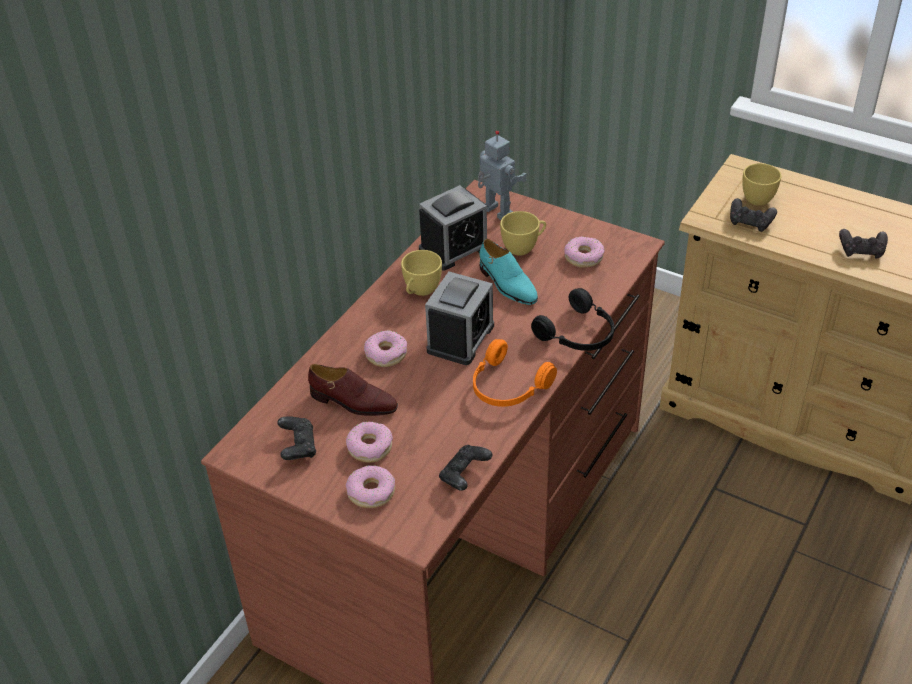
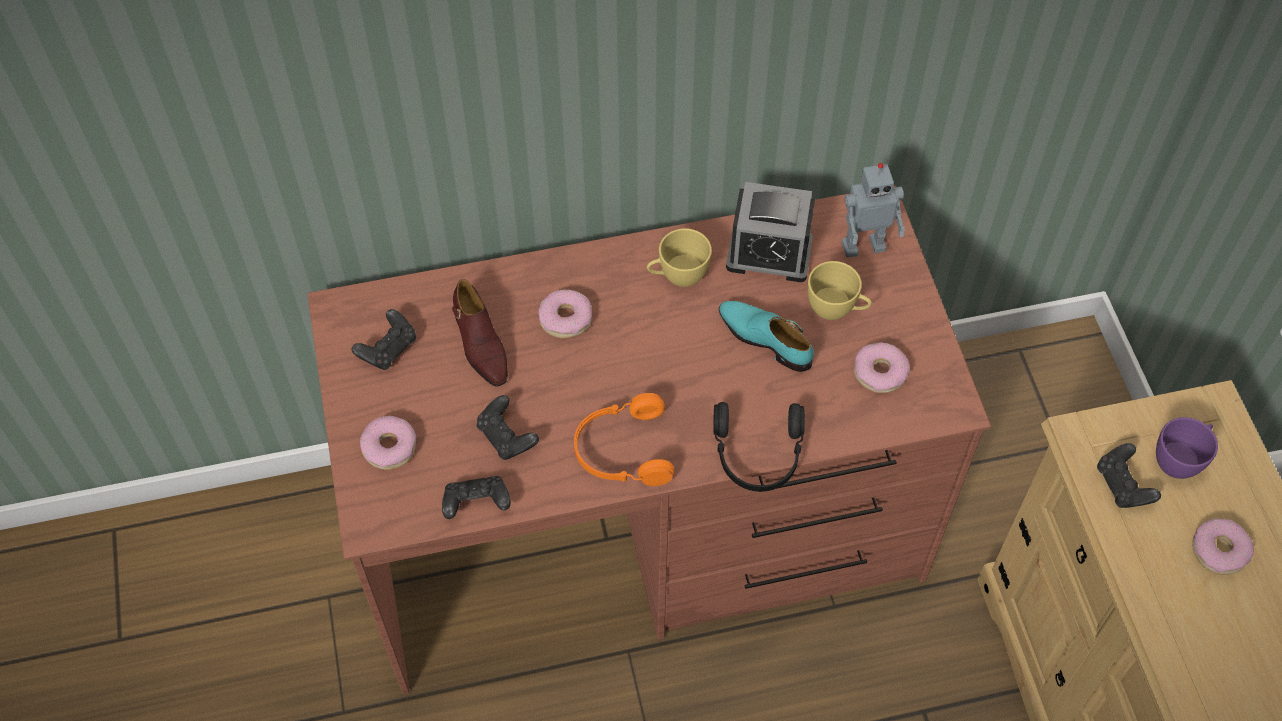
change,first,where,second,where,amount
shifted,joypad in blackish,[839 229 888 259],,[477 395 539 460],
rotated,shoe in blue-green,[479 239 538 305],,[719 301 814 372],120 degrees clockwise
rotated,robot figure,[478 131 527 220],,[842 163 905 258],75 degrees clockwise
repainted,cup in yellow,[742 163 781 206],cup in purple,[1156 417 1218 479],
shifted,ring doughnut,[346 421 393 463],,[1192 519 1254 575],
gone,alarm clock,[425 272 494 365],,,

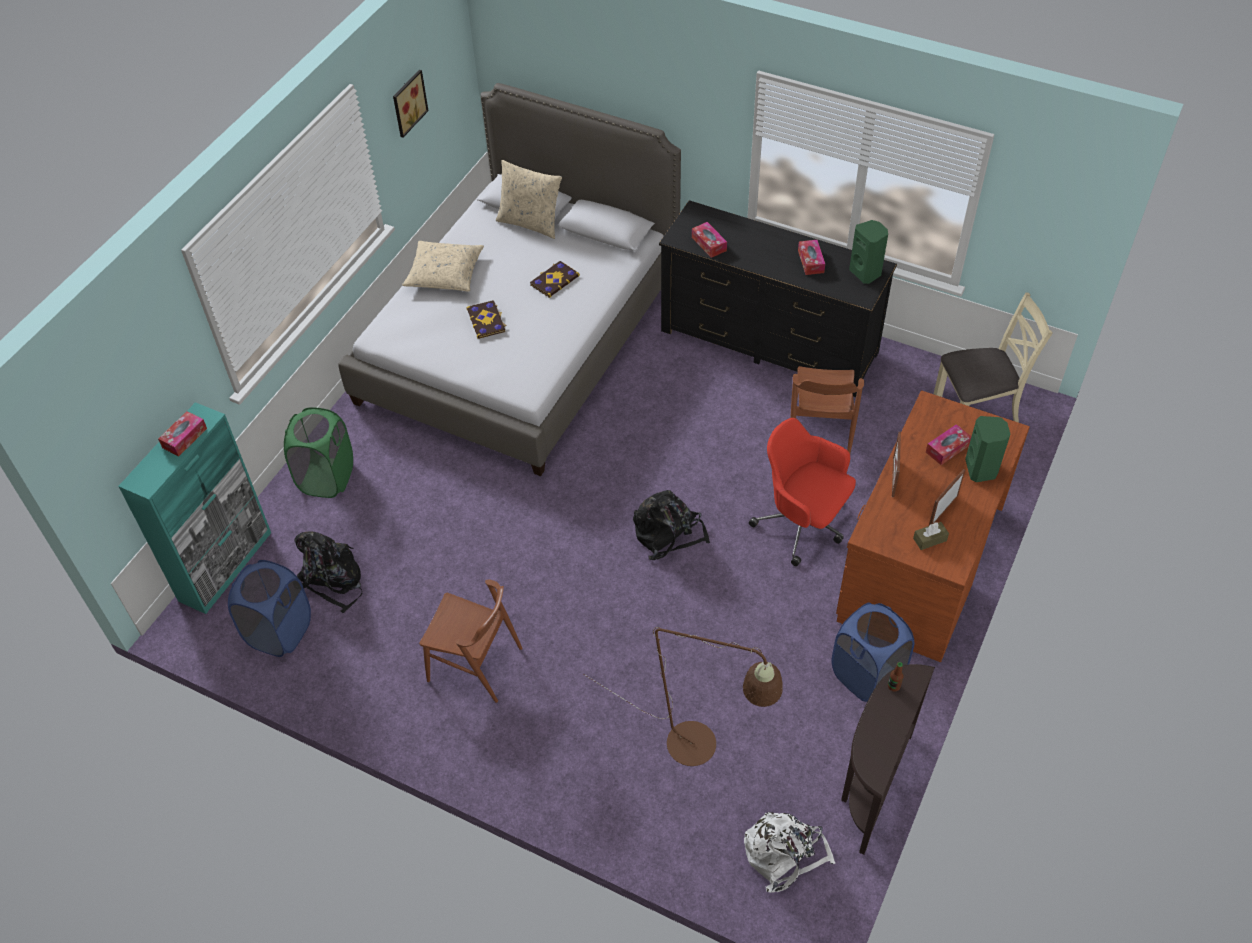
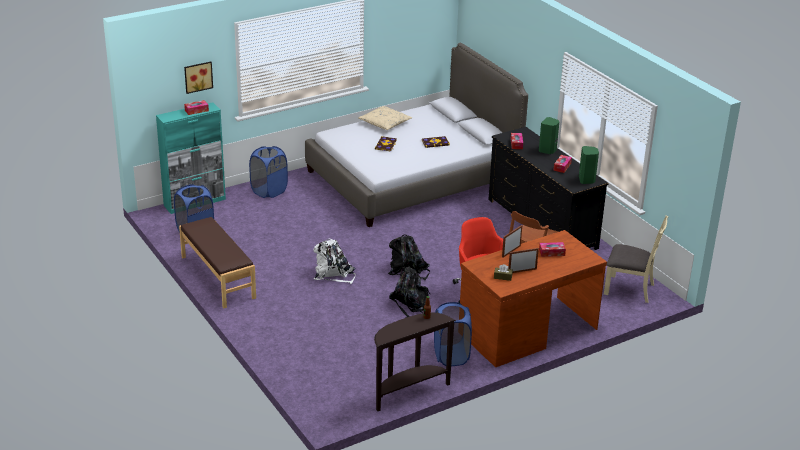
change,first,where,second,where,amount
new,,,bench in brownish,[179 217 256 308],
shifted,wall art,[393 70 429 138],,[184 61 213 94],
repainted,hamper in green-coloured,[284 407 353 498],hamper in blue-coloured,[249 146 288 198],
shifted,knapsack in white,[744 812 835 893],,[313 239 356 284],
shifted,knapsack in blackish,[295 531 362 613],,[389 266 430 318],
shifted,audio speaker in green-coloured,[965 416 1010 482],,[539 117 559 154],
gone,chair in brownish,[419 579 522 703],,,
gone,throw pillow in beige,[496 160 562 239],,,
gone,standard lamp in brownish,[583 627 783 766],,,

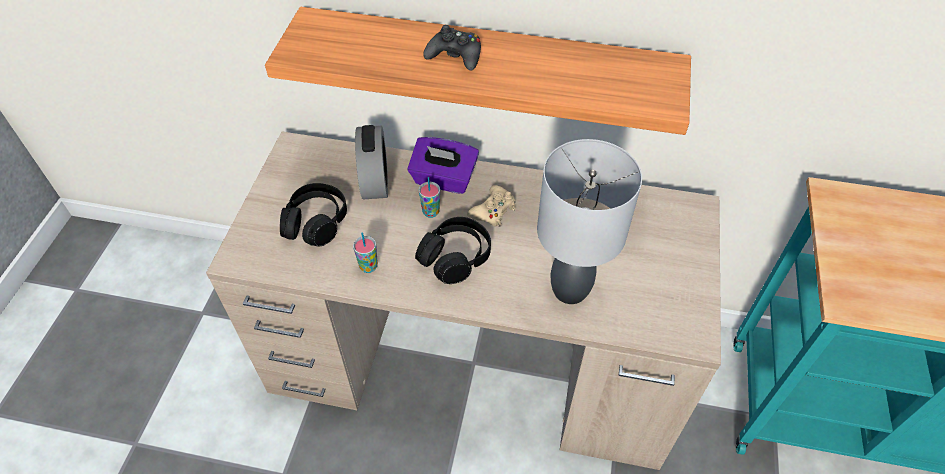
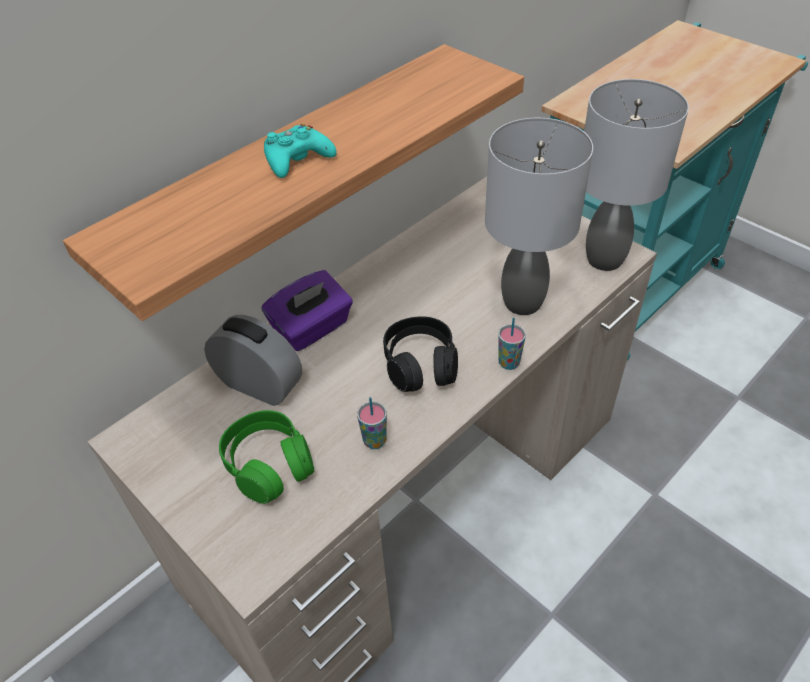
change,first,where,second,where,amount
repainted,pair of headphones in blackish,[280 183 347 246],pair of headphones in green-coloured,[219 410 314 504],
repainted,joypad in blackish,[423 25 481 71],joypad in blue-green,[264 124 337 178],
shifted,cup,[419 177 440 218],,[498 318 526 370],
new,,,tabletop lamp in grey,[584 79 689 271],
gone,joypad in beige,[467 185 516 227],,,

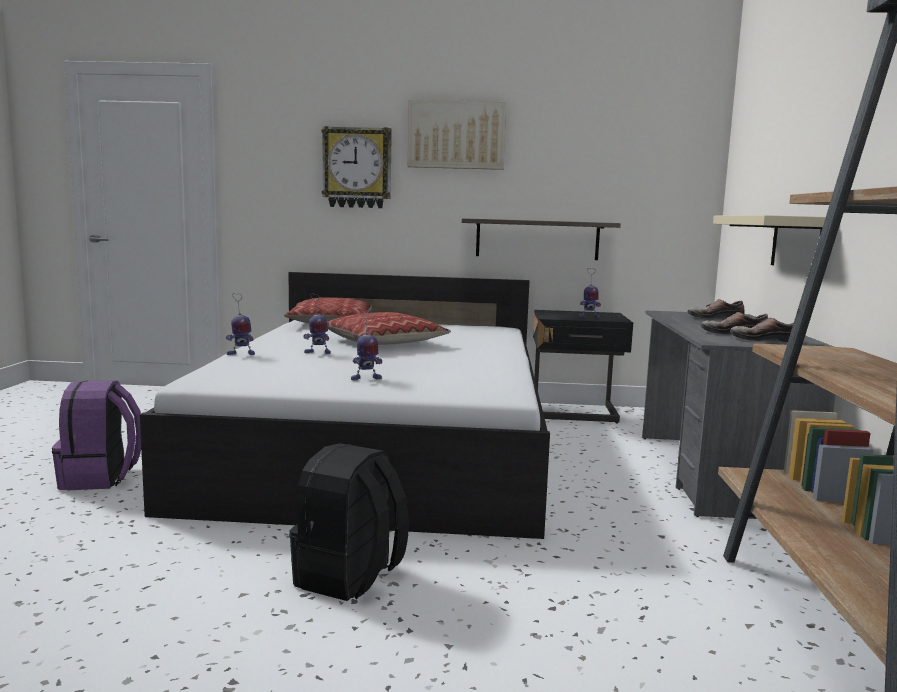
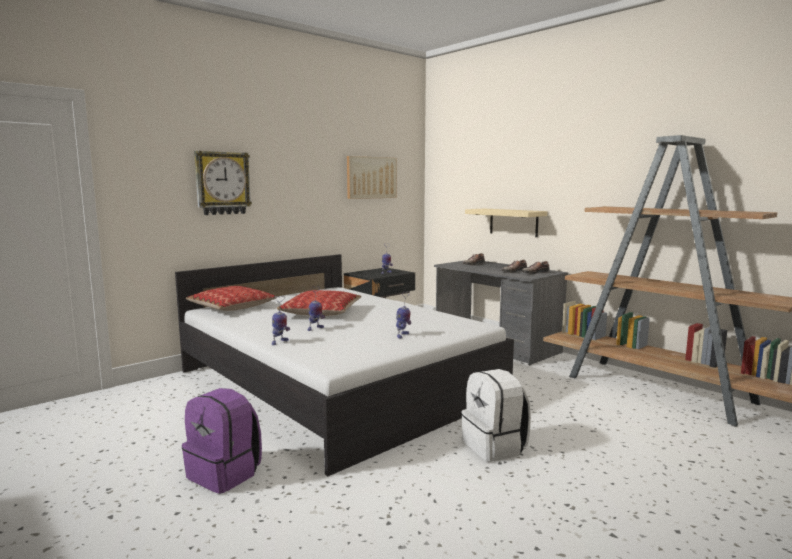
change,first,where,second,where,amount
shifted,wall art,[408 100 506 170],,[347 156 397 199],
repainted,knapsack in blackish,[289 443 409 601],knapsack in white,[461 369 531 462],
gone,bracket shelf,[462 218 621 260],,,

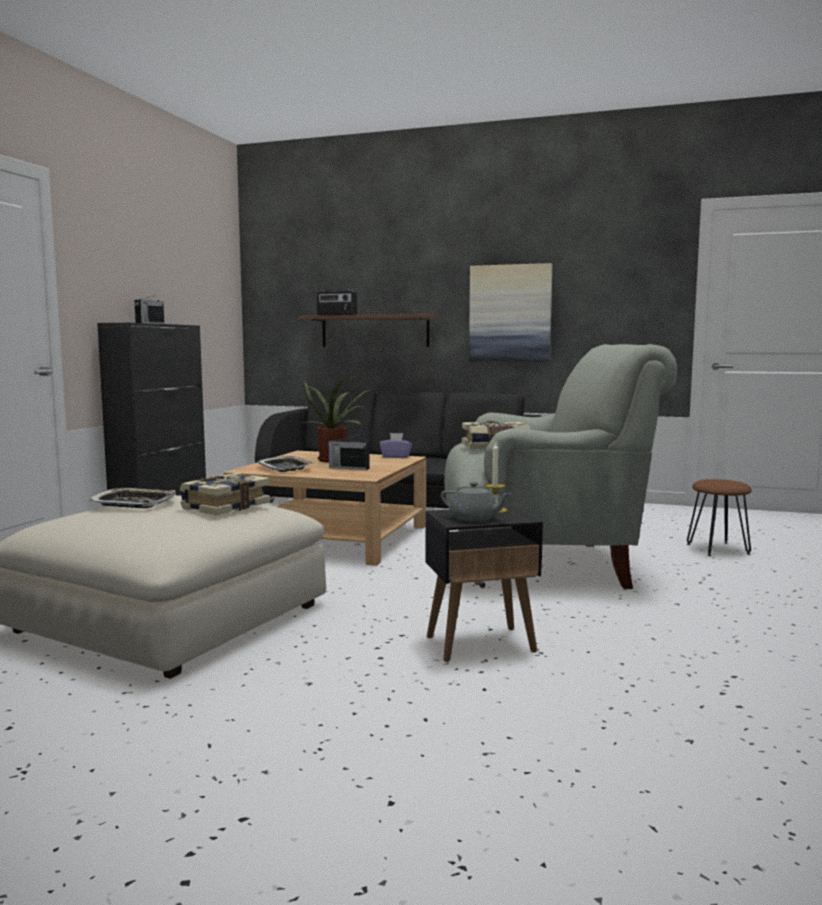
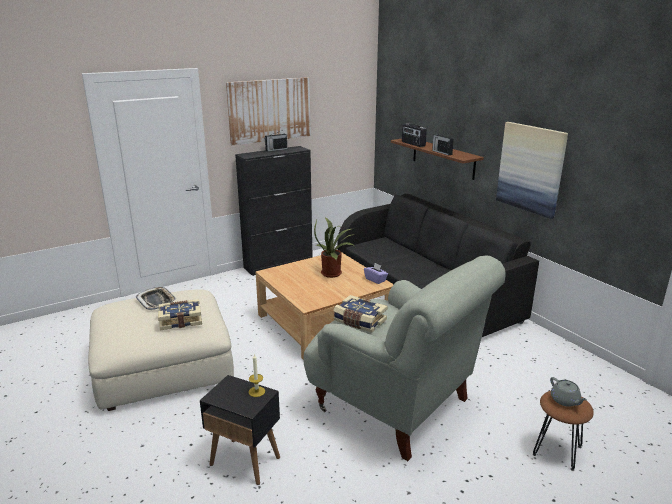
change,first,where,second,where,amount
new,,,wall art,[226 77 311 145],
shifted,radio,[328 434 370 470],,[432 133 454 155],
shifted,tea pot in grey,[441 482 512 522],,[550 377 587 407],
gone,tray,[258 456 314 472],,,

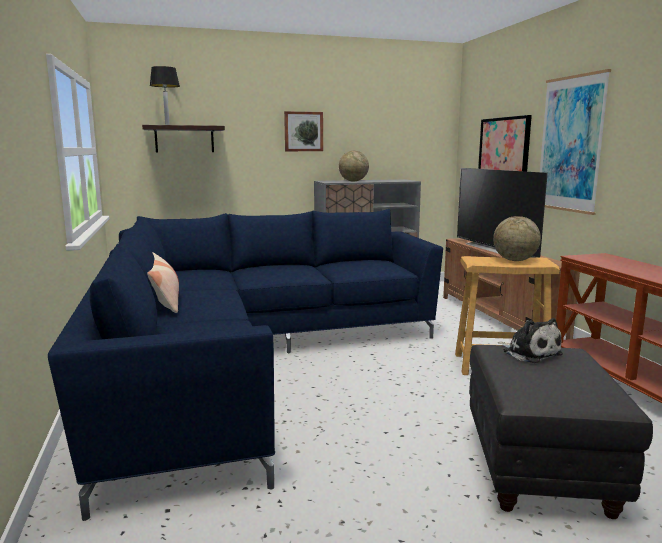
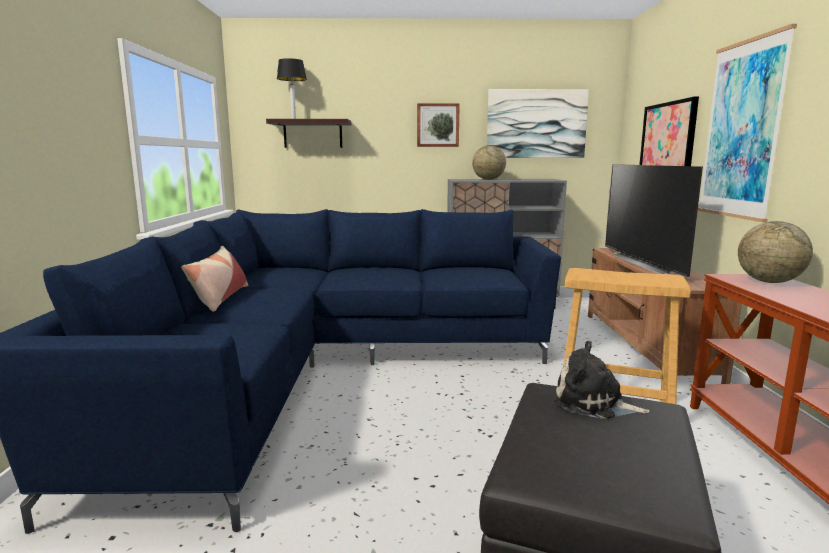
change,first,where,second,where,amount
new,,,wall art,[487 89 589 158],
rotated,soft toy,[498 318 563 363],,[554 341 650 419],135 degrees clockwise
shifted,world globe,[493 216 541 261],,[738 221 813 283],

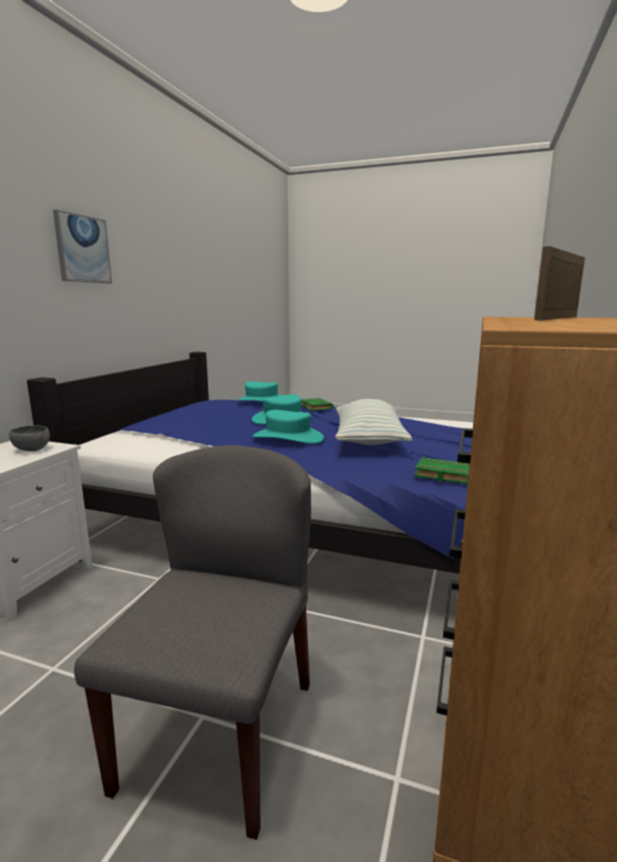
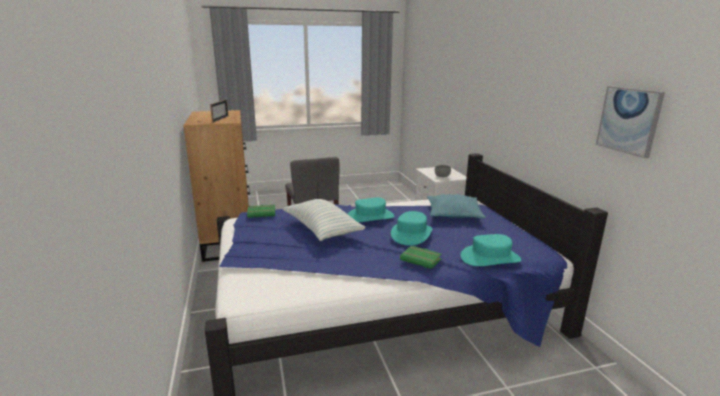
change,first,where,second,where,amount
new,,,throw pillow in blue-green,[427 194 486 218],
shifted,wall art,[53 209 112 283],,[596 86 665 158],

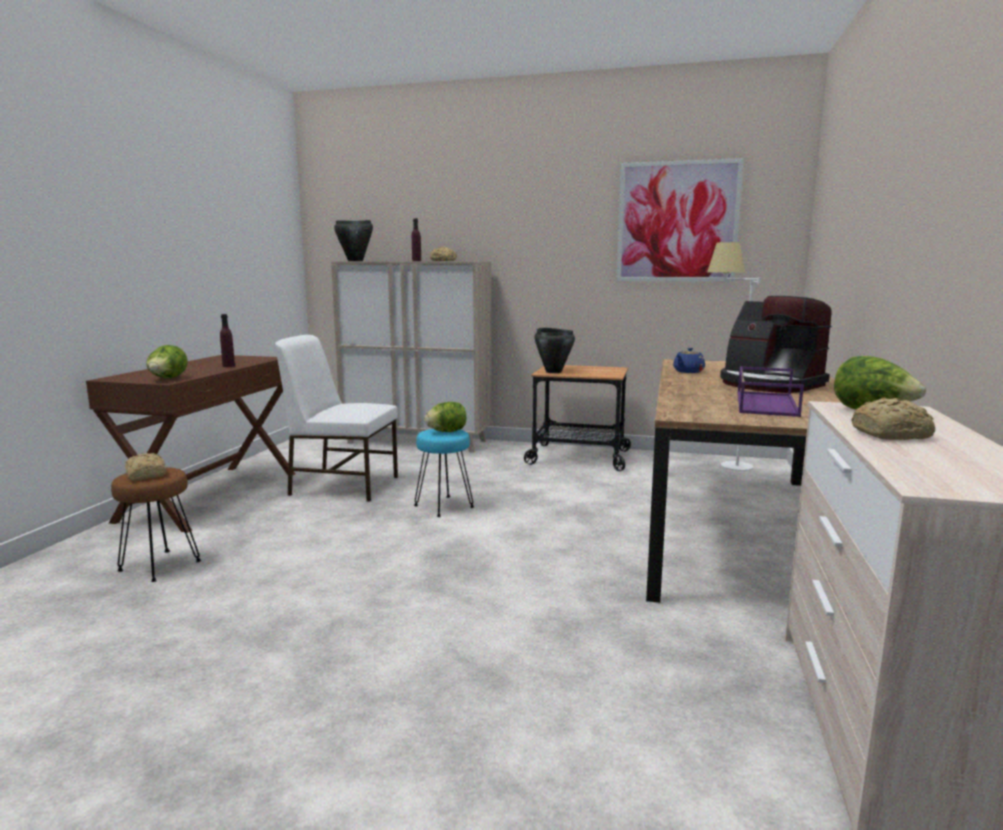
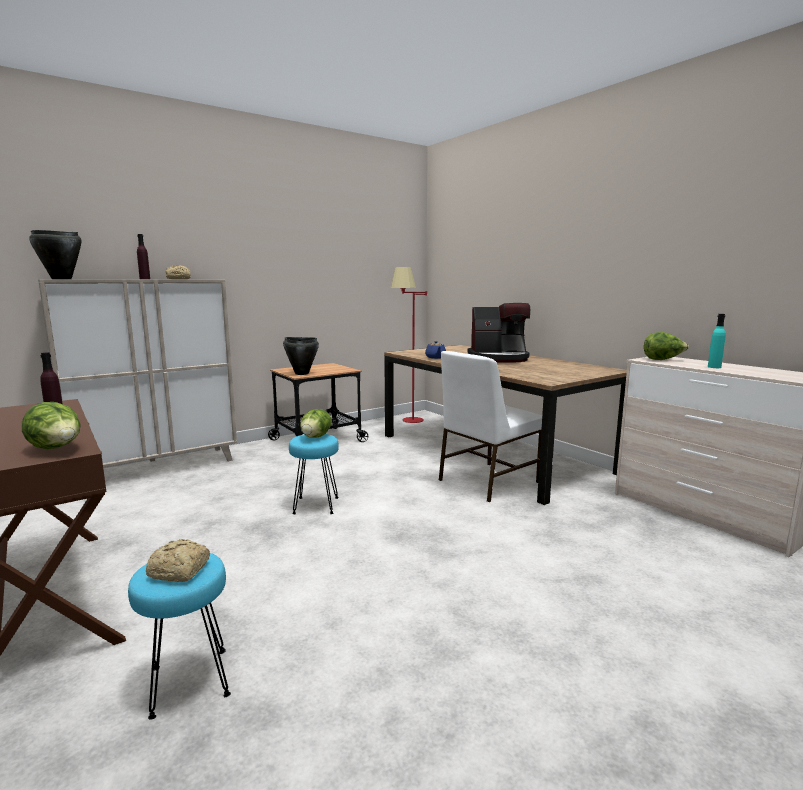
change,first,where,second,where,amount
repainted,stool seat in brownish,[111 467 201 582],stool seat in blue-green,[128 553 231 720],
repainted,standard lamp in white,[707 242 760 471],standard lamp in red,[390 267 427 423],
shifted,chair in white,[275 335 398 502],,[439 351 542 502],
swapped,baked bread,[851 397 935 440],beverage bottle in blue-green,[708 314 726 368],
gone,wall art,[616 158 744 282],,,
gone,tray in purple,[738 367 804 417],,,

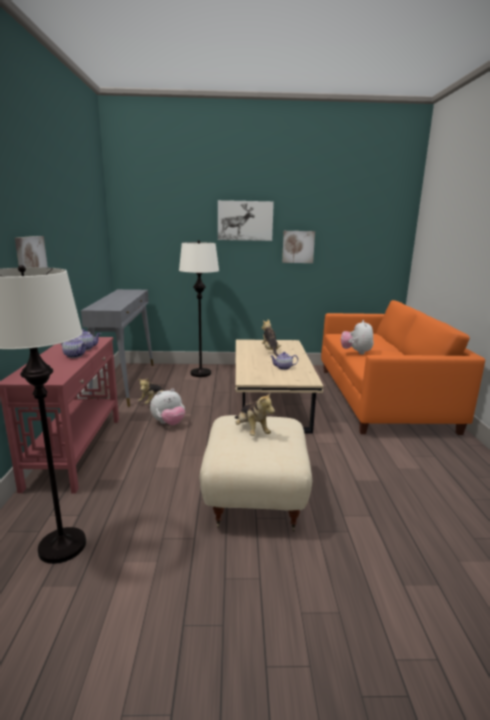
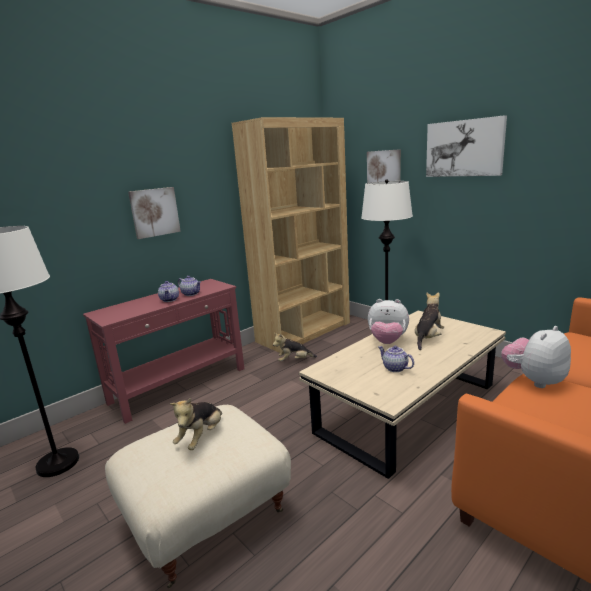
change,first,where,second,where,amount
swapped,hall table in grey,[81 289 154 407],bookcase in brownish,[232 117 350 353],
shifted,wall art,[282 231 315 263],,[367 149 401 183],
shifted,soft toy,[150 389 185 425],,[368 299 409 344],

